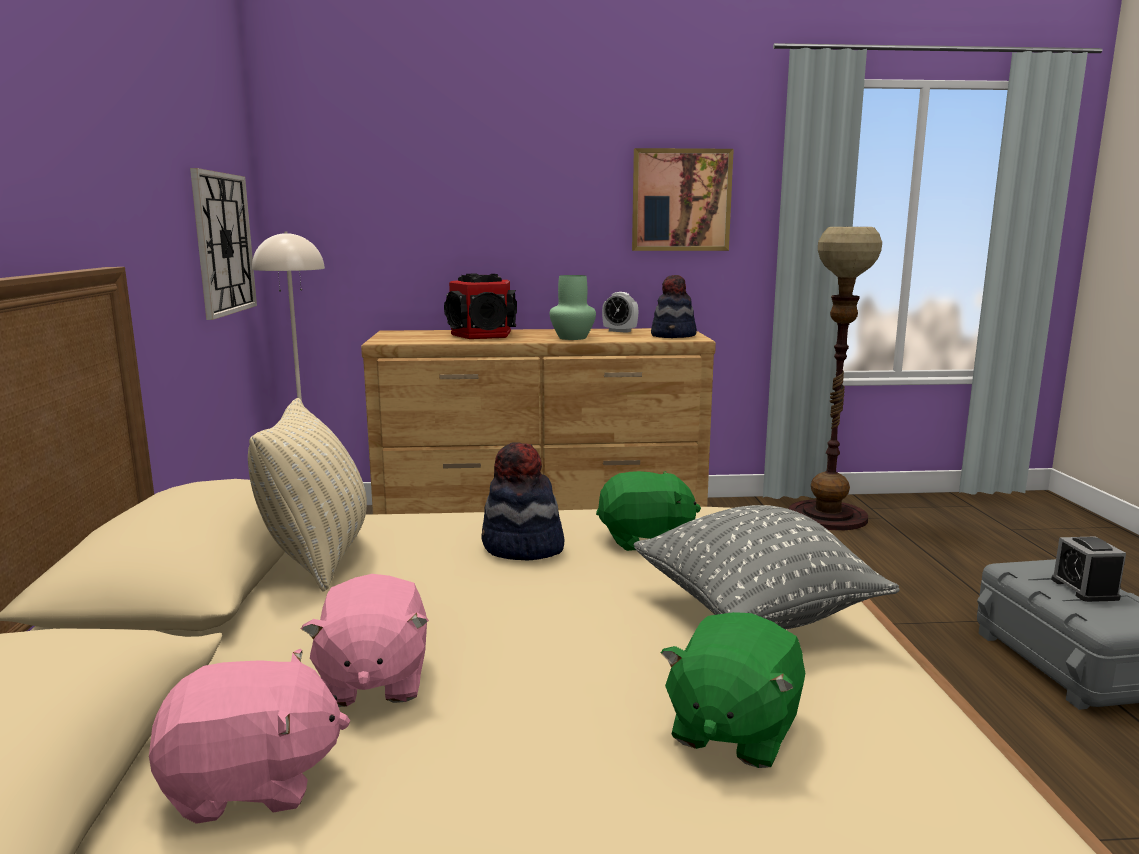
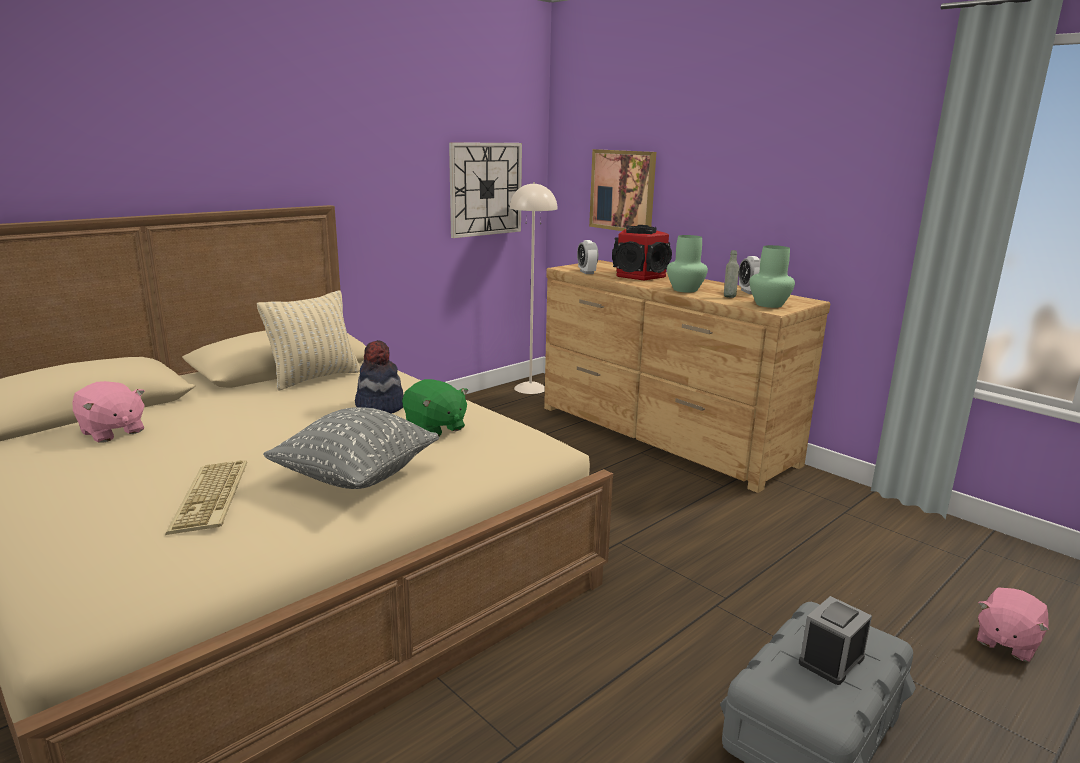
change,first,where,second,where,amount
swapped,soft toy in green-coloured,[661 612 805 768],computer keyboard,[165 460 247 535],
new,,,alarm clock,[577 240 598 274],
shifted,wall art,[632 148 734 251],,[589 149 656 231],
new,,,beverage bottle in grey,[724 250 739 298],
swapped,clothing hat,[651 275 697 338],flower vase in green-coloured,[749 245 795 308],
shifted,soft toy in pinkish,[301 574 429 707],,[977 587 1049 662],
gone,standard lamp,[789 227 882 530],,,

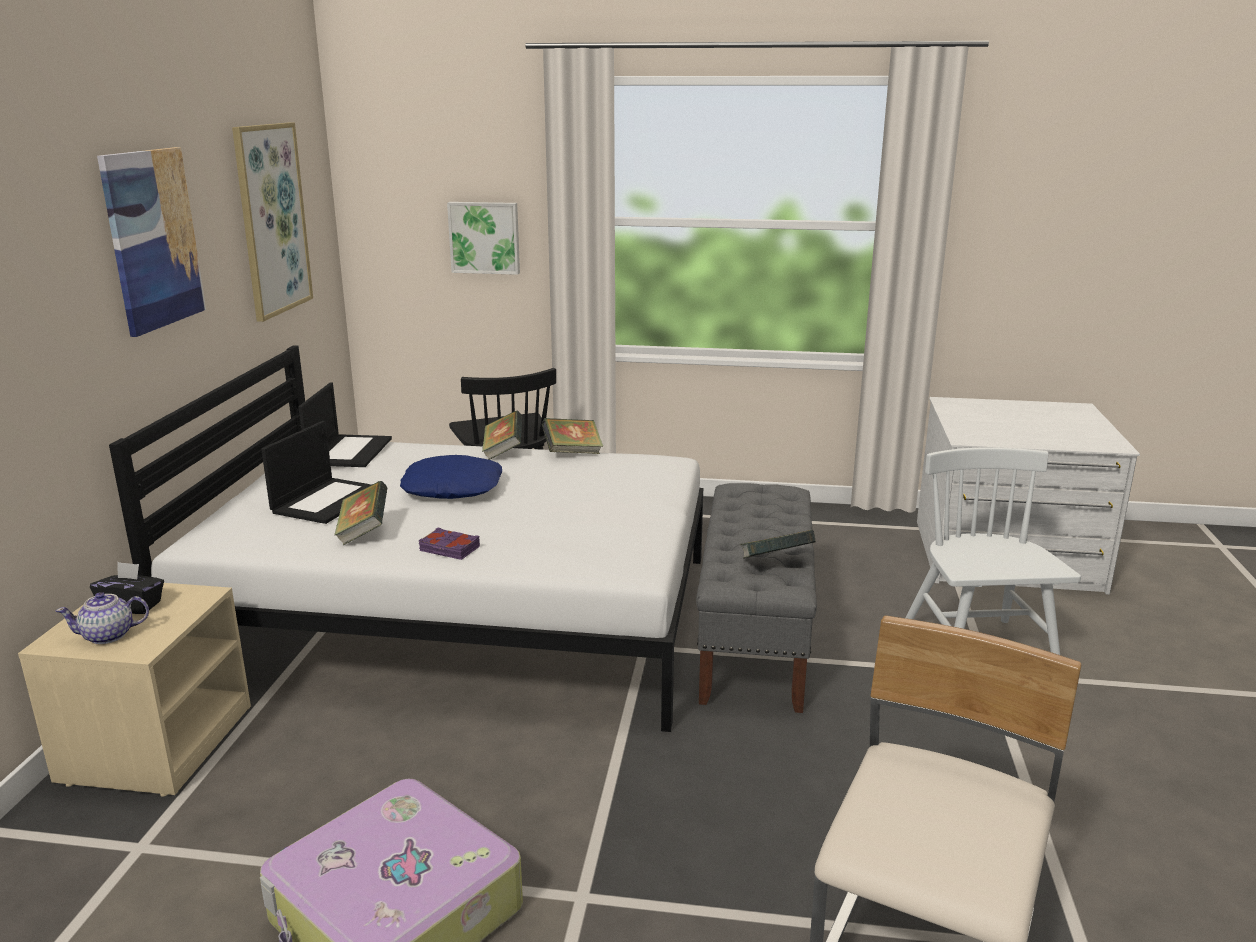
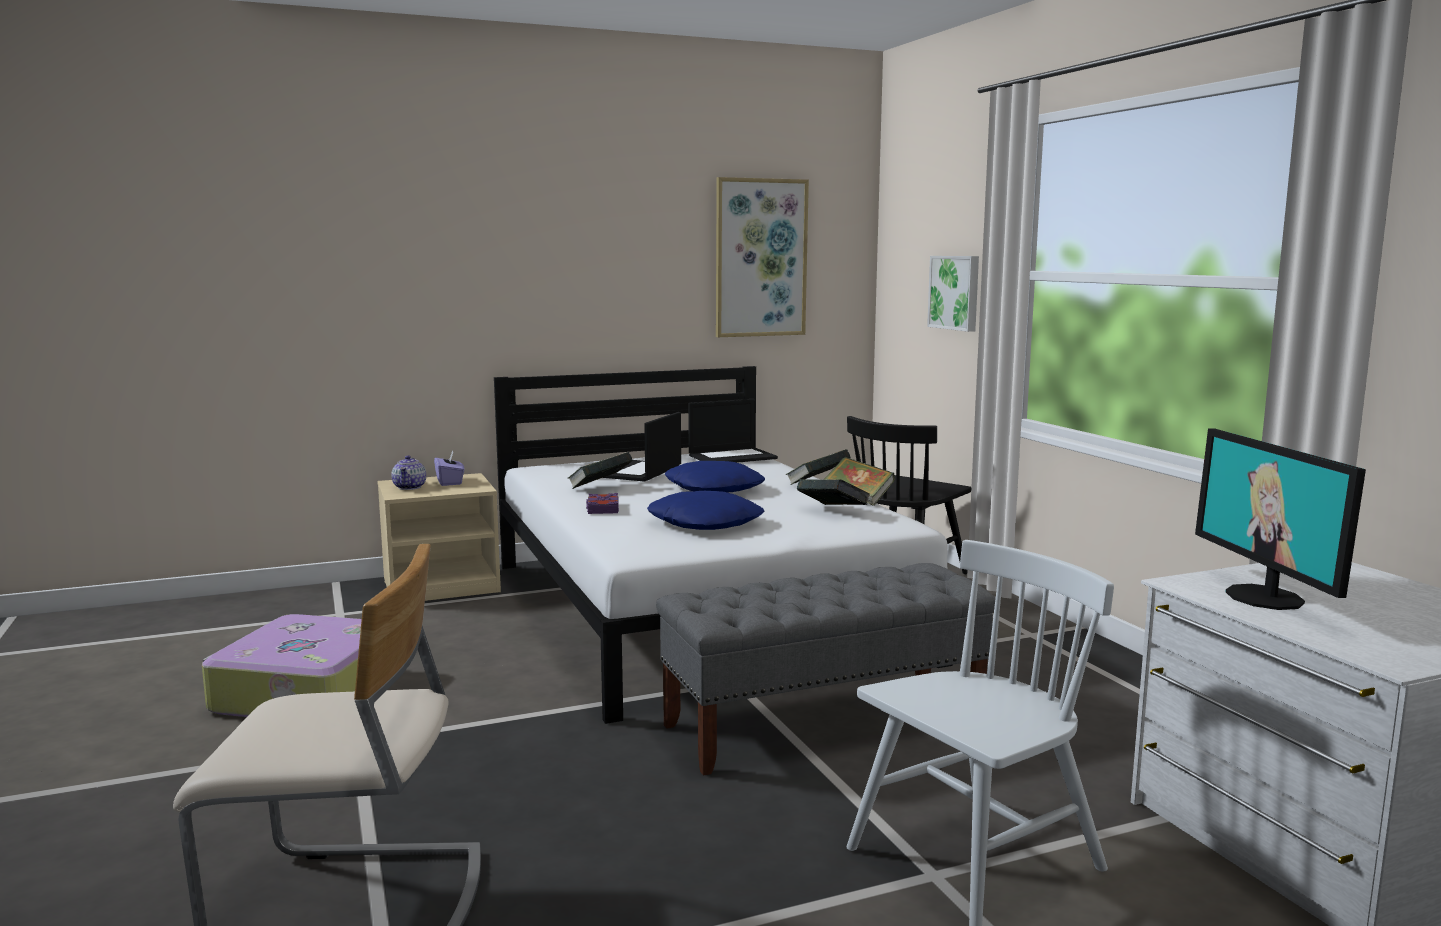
change,first,where,second,where,amount
rotated,tea pot,[55 592 149 644],,[391 455 426 490],135 degrees counterclockwise
repainted,tissue box in blackish,[90 562 164 614],tissue box in purple,[434 451 464 486],
rotated,laptop,[261 421 371 524],,[603 412 681 482],120 degrees clockwise
new,,,throw pillow in blue-coloured,[647 491 765 530],
shifted,volume,[740 530 816 559],,[797 479 870 505],
new,,,computer screen,[1195 428 1366 610],
gone,wall art,[97 147 206 337],,,

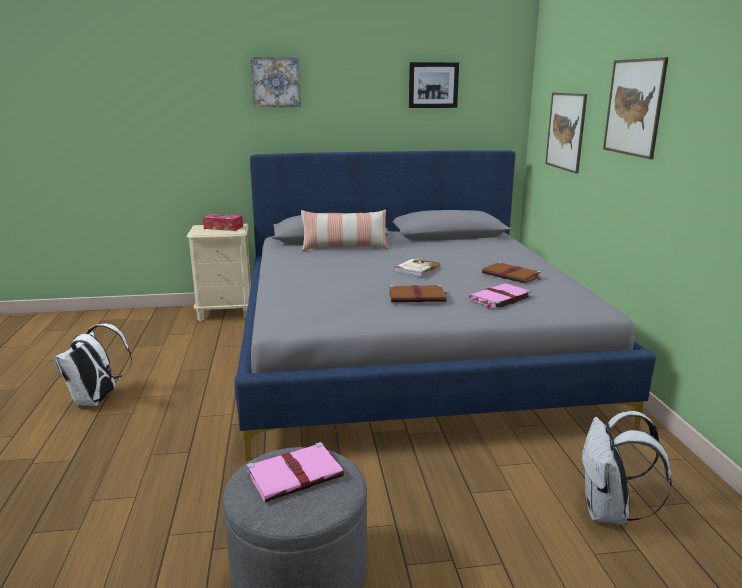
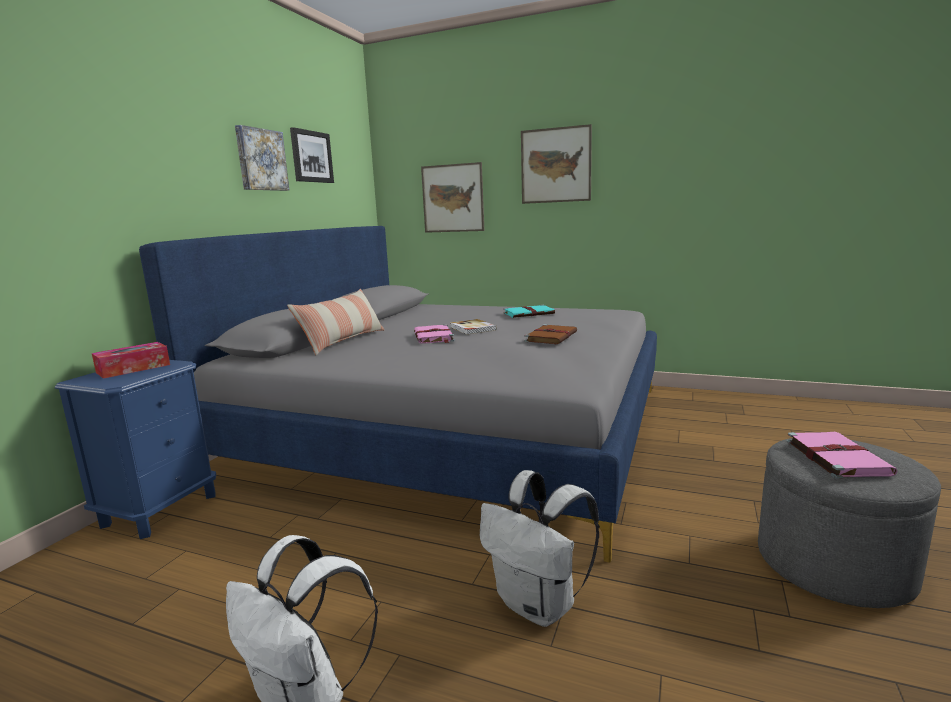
change,first,where,second,where,amount
repainted,bedside table in beige,[186 224 251 321],bedside table in blue-coloured,[55 360 216 539],
shifted,wall art,[251 57 301 107],,[235 125 289 191],
shifted,volume in pinkish,[469 283 532 310],,[414 324 455 344],
shifted,knapsack in white,[581 411 672 525],,[480 470 600 627],
repainted,volume in brownish,[482 262 541 284],volume in blue-green,[503 305 555 318],

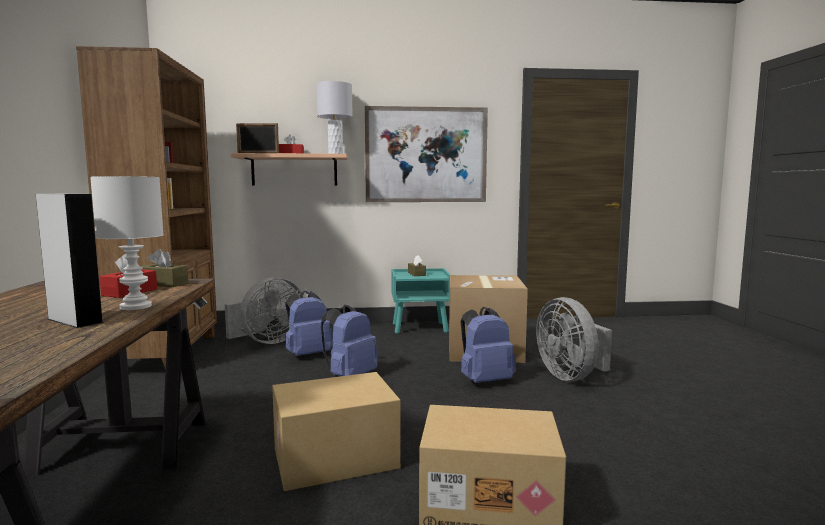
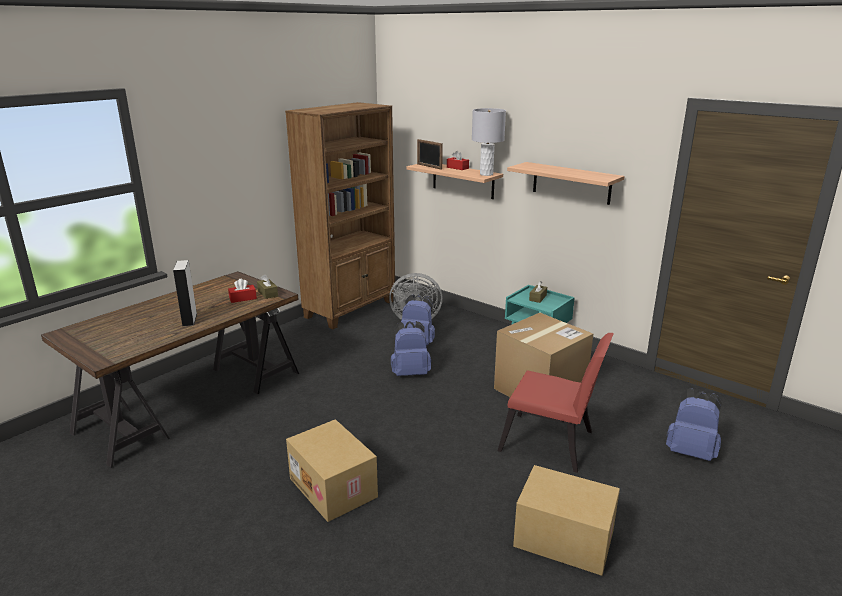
change,first,where,second,where,amount
swapped,cooling fan in grey,[536 297 612 381],chair in red,[498 333 614 473],
swapped,wall art,[365 106 488 202],bracket shelf,[507 162 625 205],
shifted,packing box,[272 372 401 491],,[513 465 620 576],
shifted,knapsack in blue-coloured,[461 307 516 383],,[666 388 722 461],
gone,tabletop lamp in white,[90 176 163 310],,,

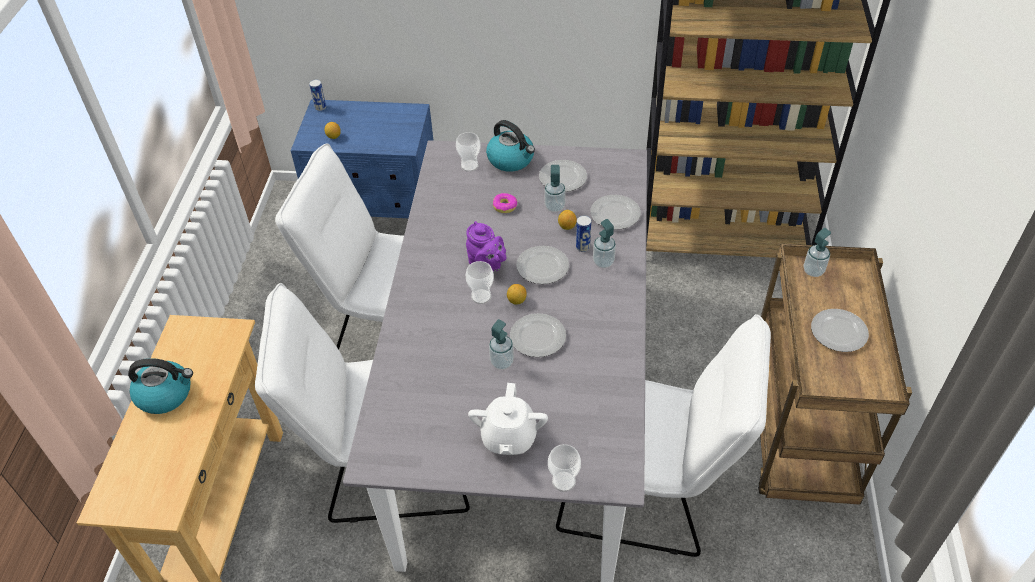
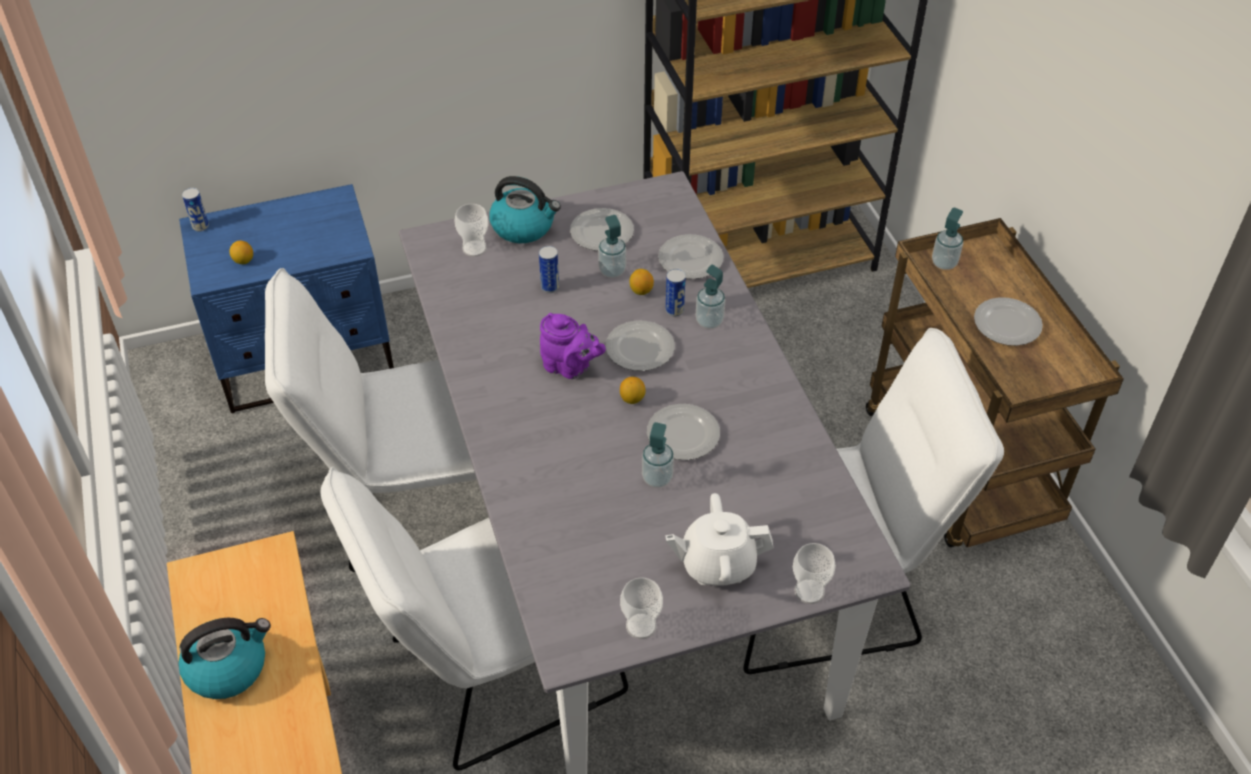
change,first,where,second,where,amount
swapped,ring doughnut,[493 193 518 213],can,[539 246 559 293],
shifted,cup,[466 261 494 304],,[620 578 663 639],
rotated,tea pot in white,[468 383 548 455],,[665 493 773 586],105 degrees clockwise

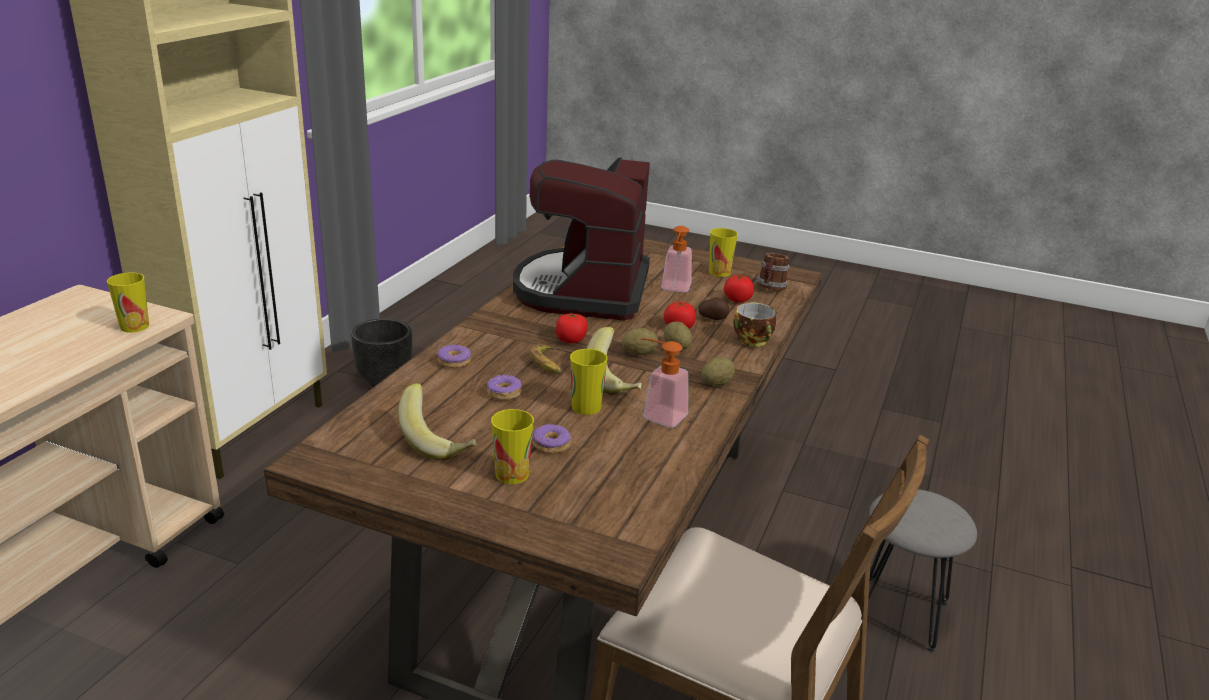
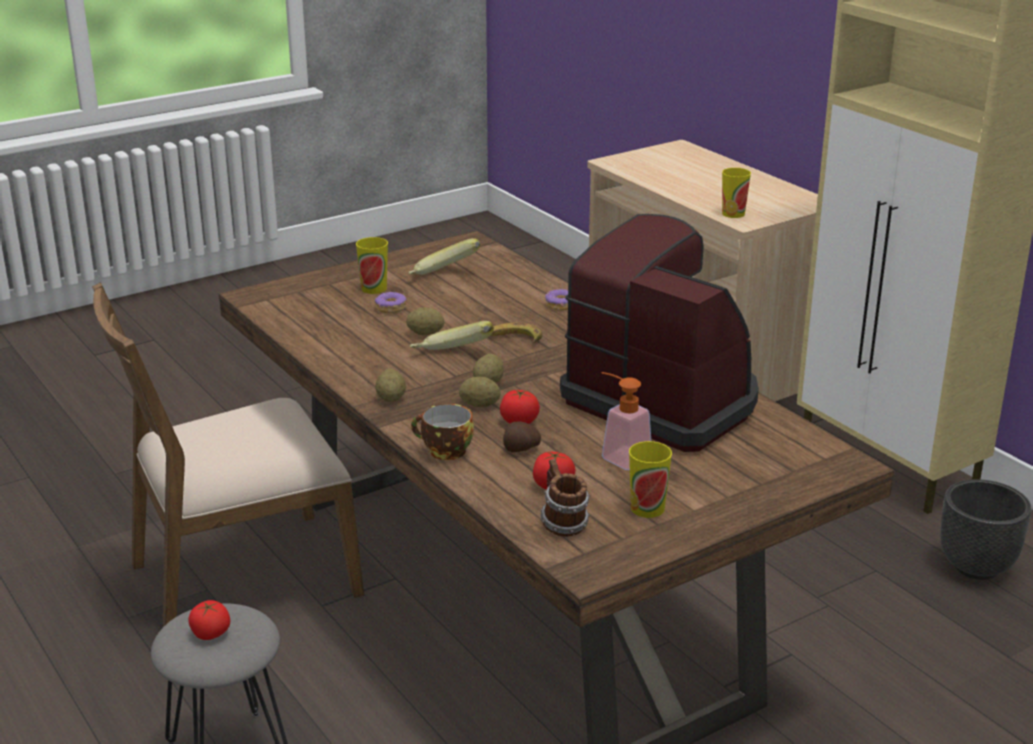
change,first,where,second,where,amount
shifted,tomato,[556 312 588 343],,[188 600 231 640],
swapped,cup,[570 349 608 415],spud,[406 308 444 335],
gone,ring doughnut,[487 374 522 401],,,
gone,soap bottle,[641 338 688 428],,,

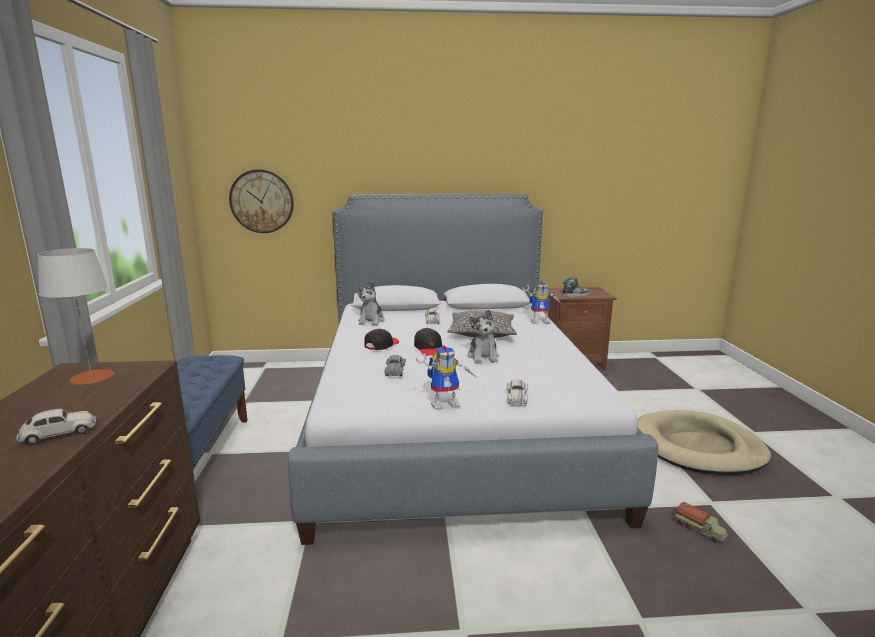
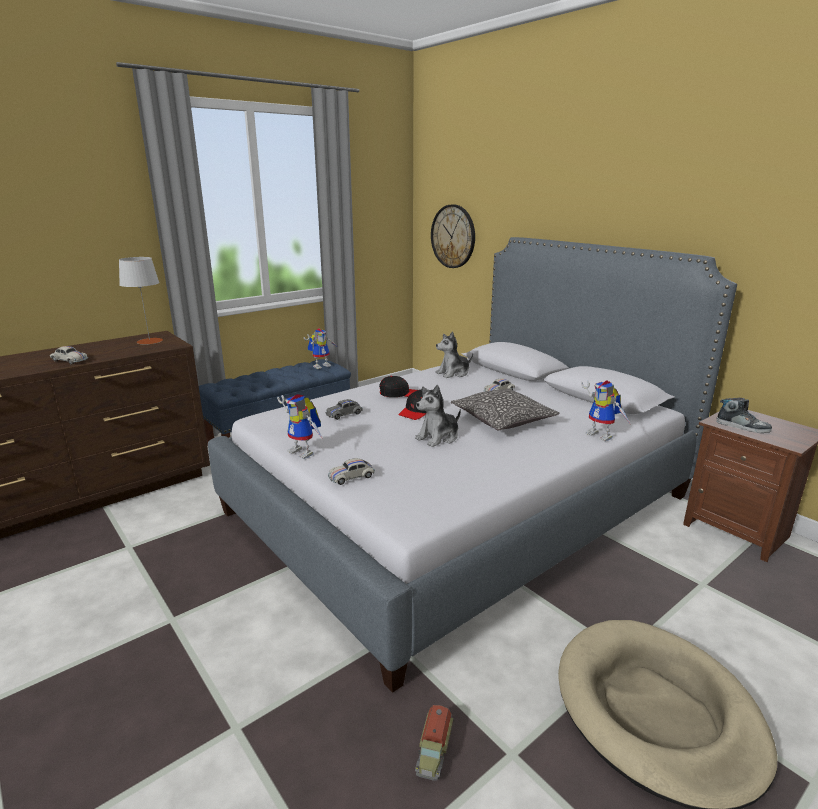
change,first,where,second,where,amount
new,,,robot figure,[304 328 339 369],

